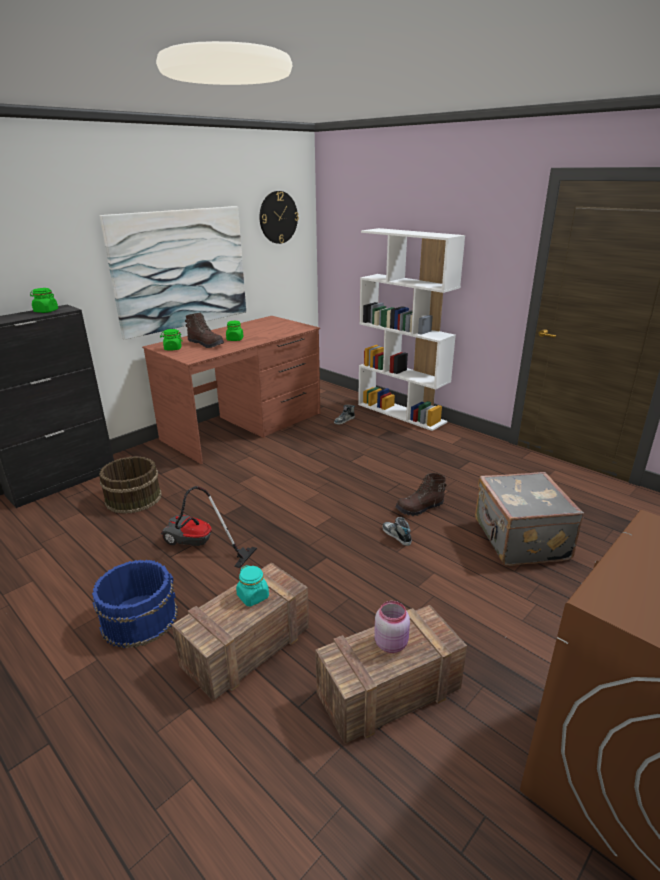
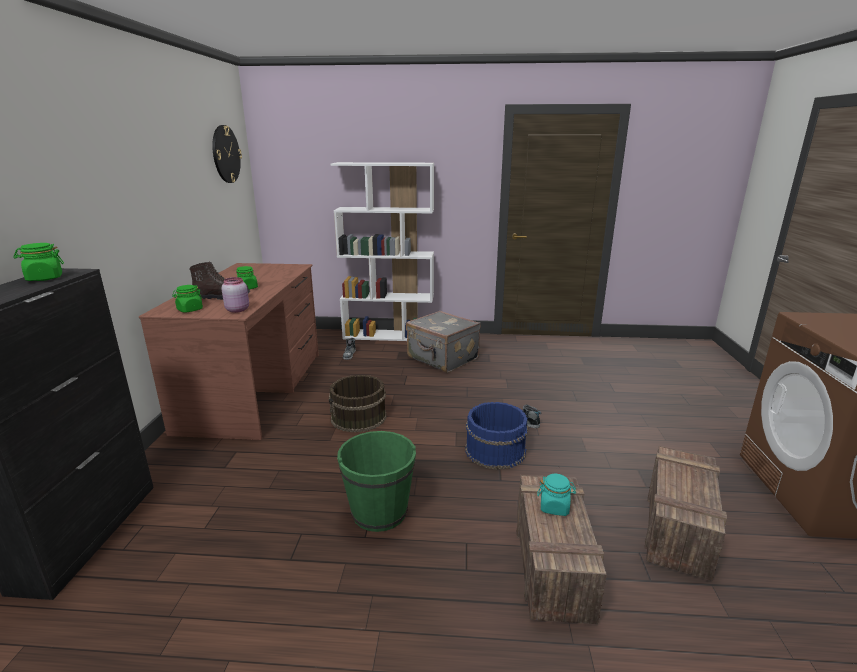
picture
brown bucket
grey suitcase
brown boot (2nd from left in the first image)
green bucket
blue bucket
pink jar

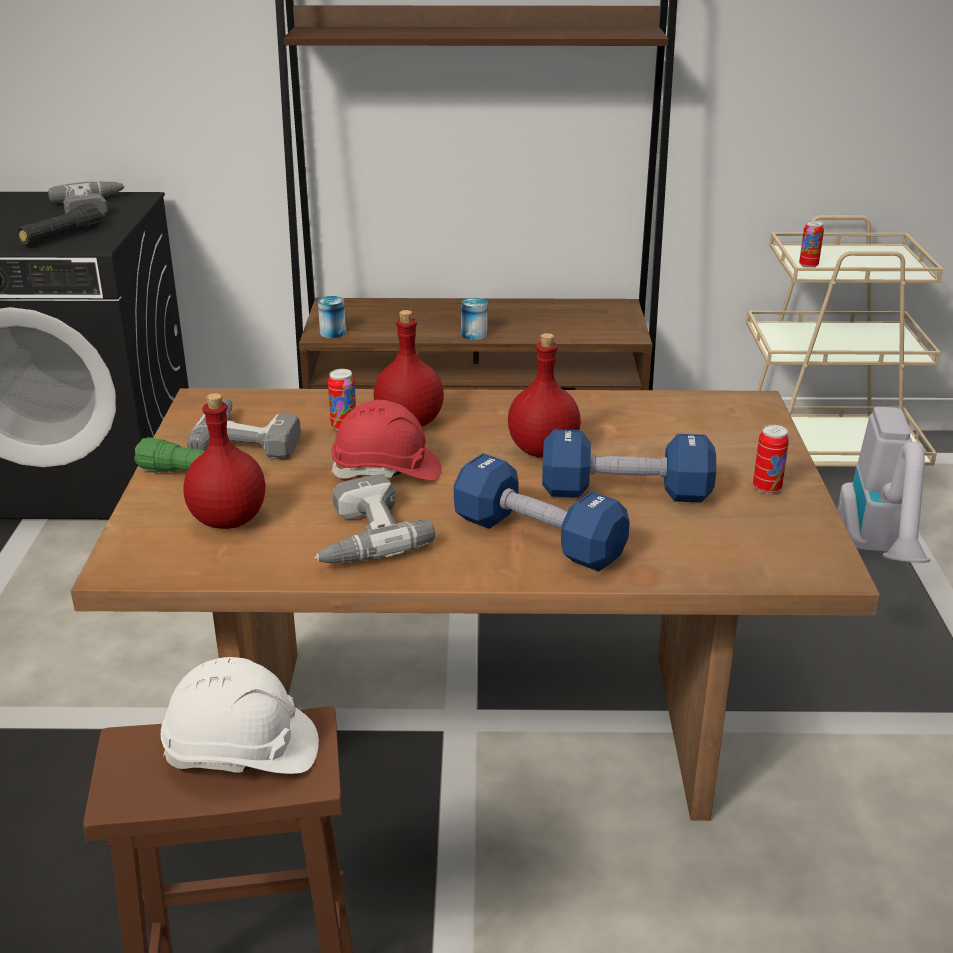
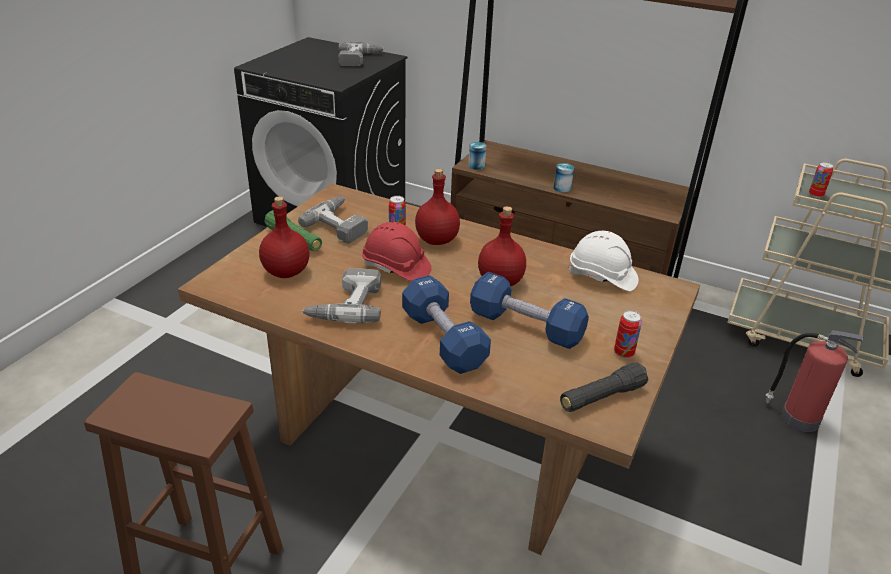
black flashlight
fire extinguisher
white hard hat

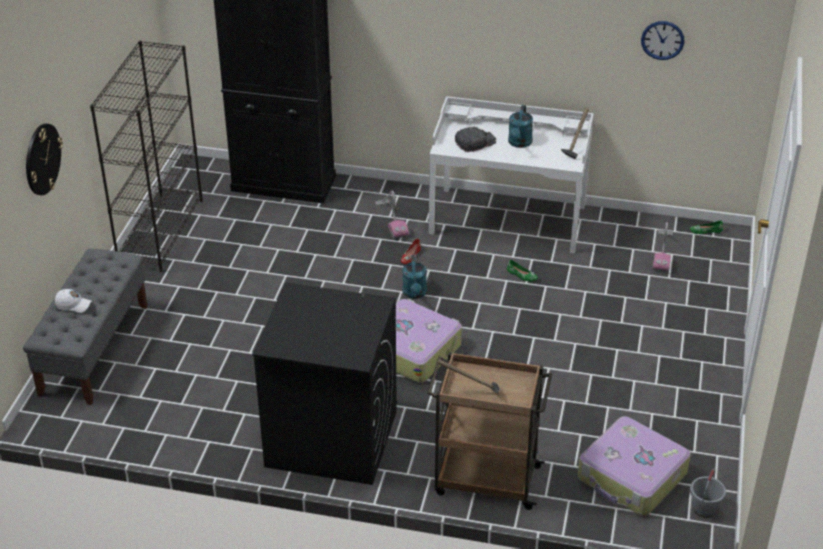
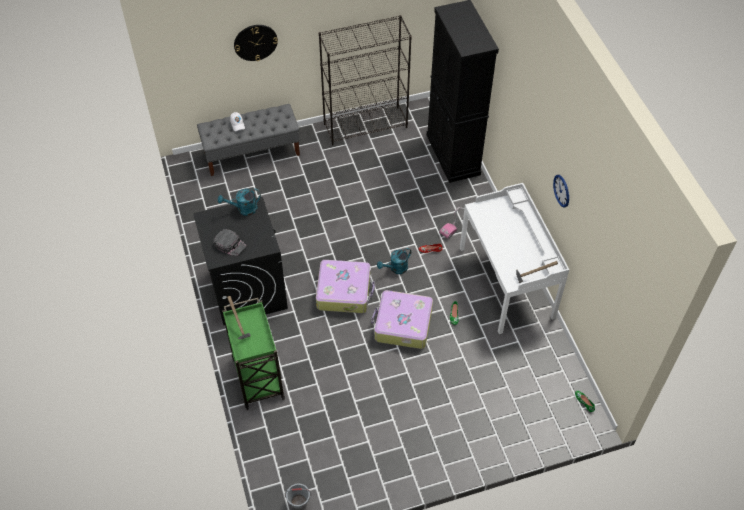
wall clock (2nd from left)
turquoise watering can (1st from left)
black cap
vacuum cleaner (2nd from left in the first image)
green cart
suitcase (2nd from left)

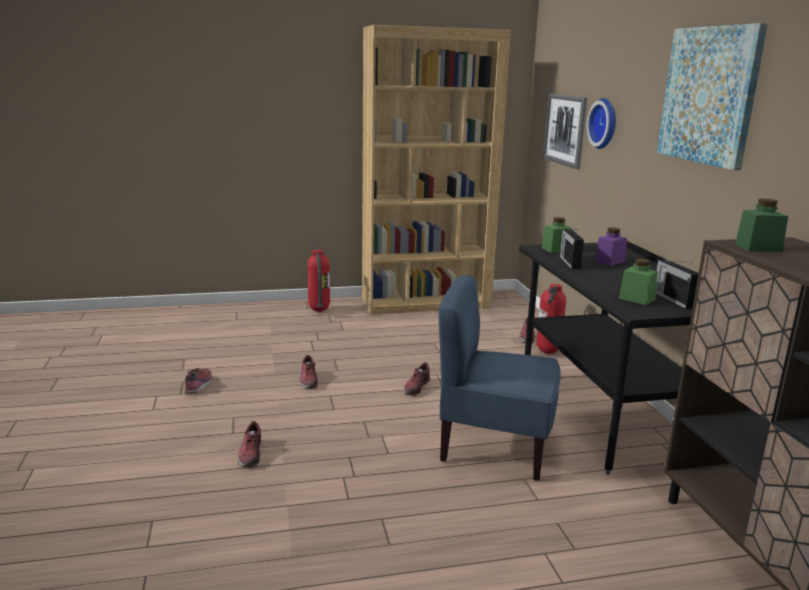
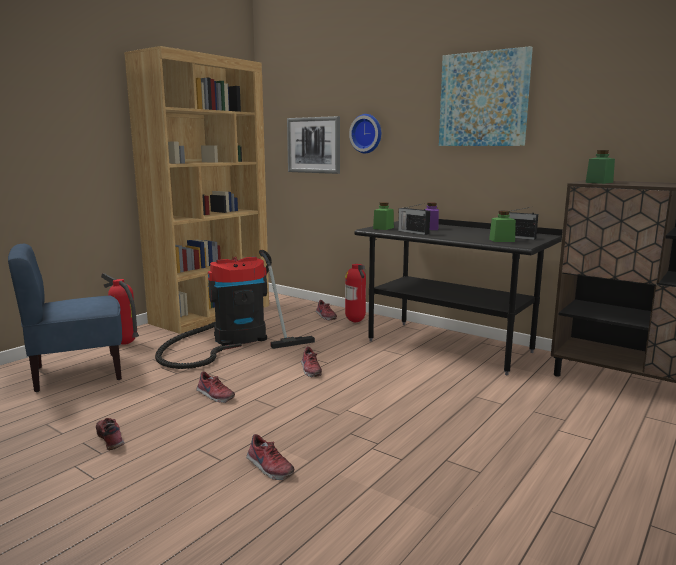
blue chair
vacuum cleaner

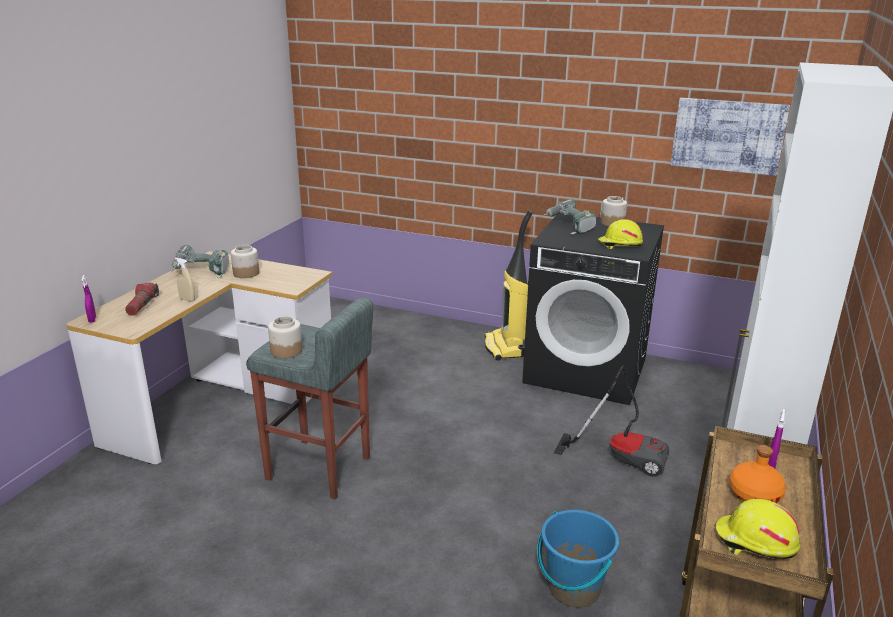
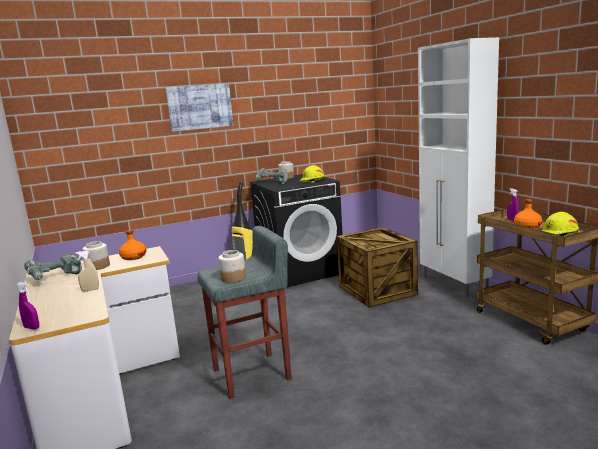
picture
flashlight
crate
blue bucket
orange bottle (1st from left)

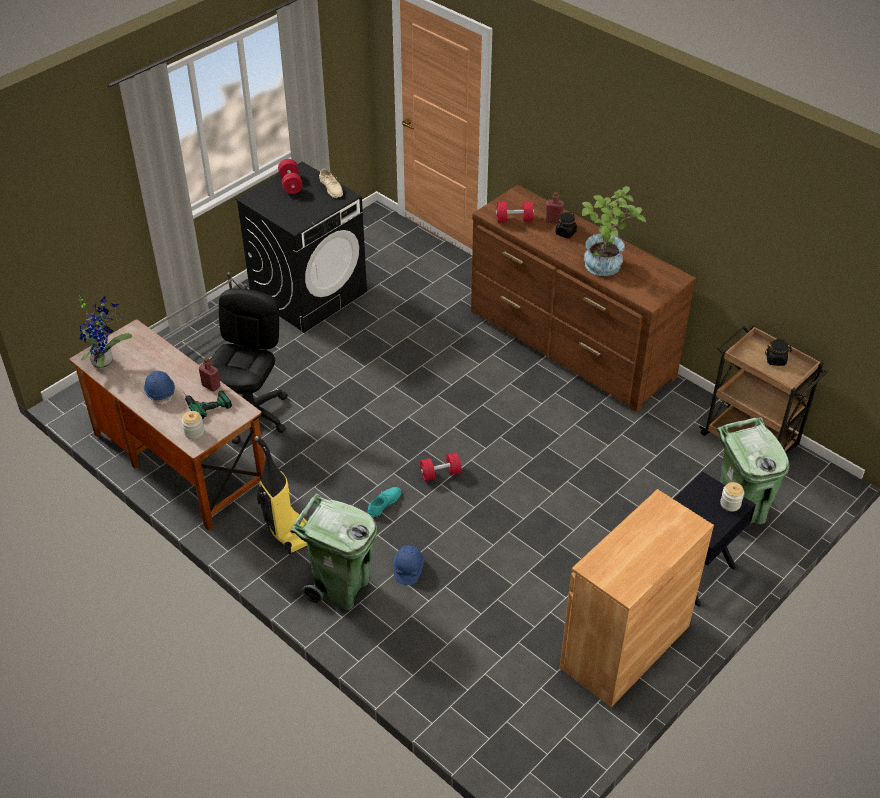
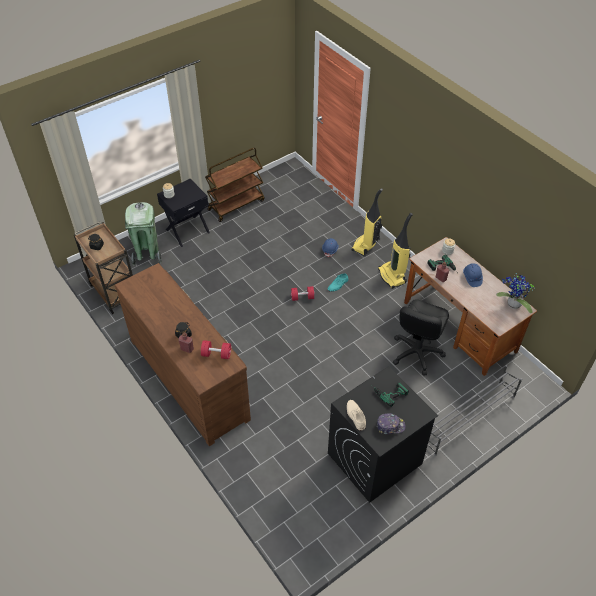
cap
potted plant (2nd from left in the first image)
brown cart (2nd from left)
vacuum cleaner (1st from left)
power drill (1st from left)

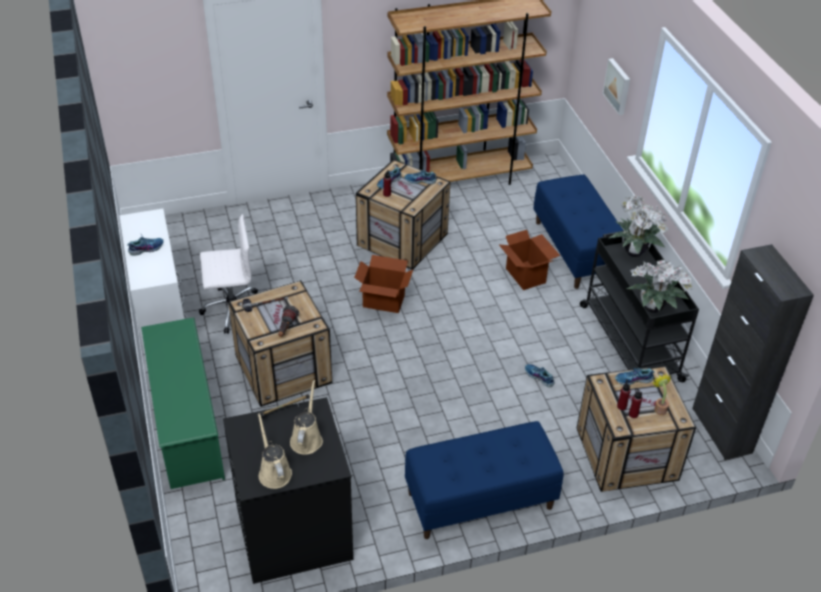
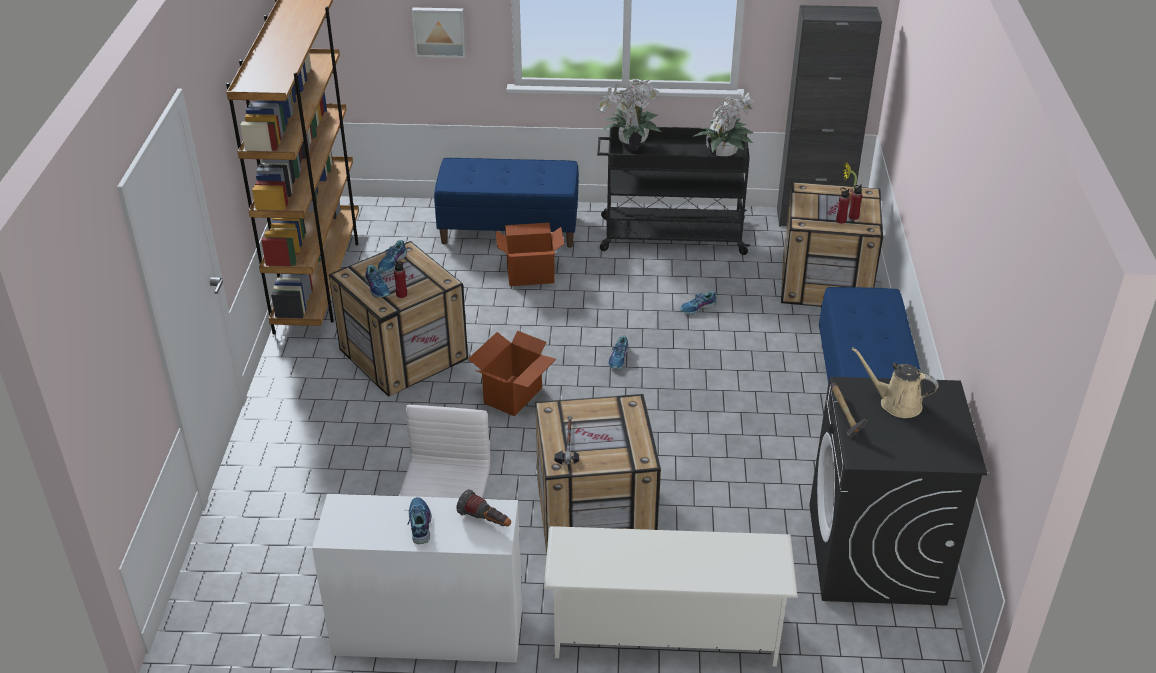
flashlight
white shoe rack
shoe (4th from left)
beige watering can (1st from left in the first image)

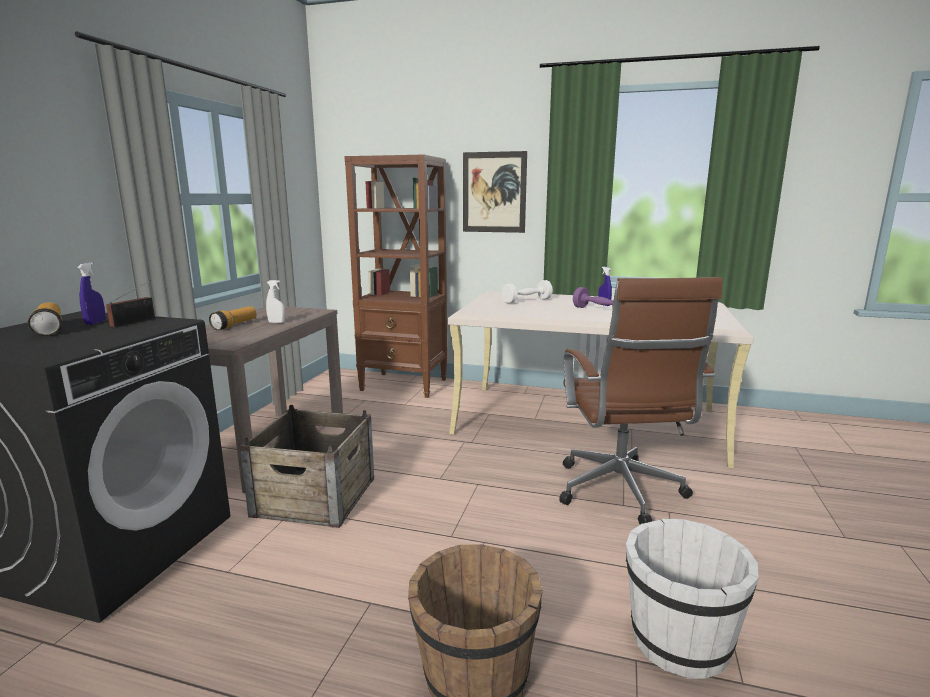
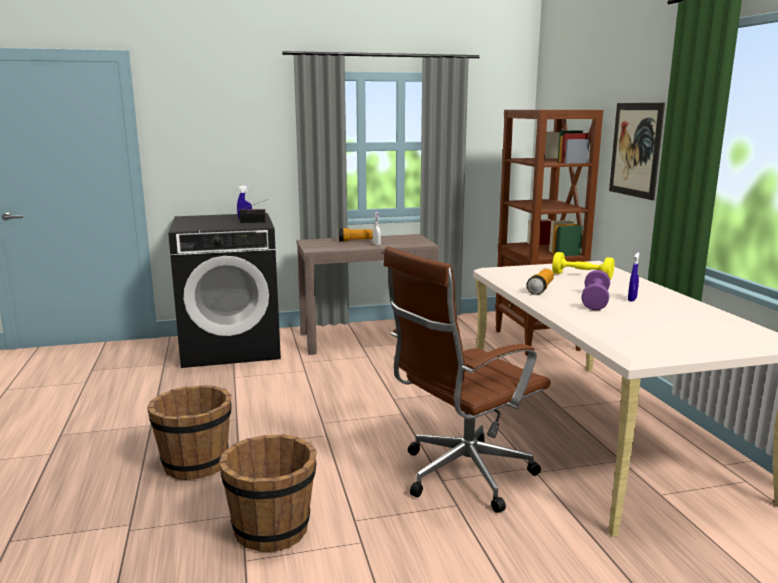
yellow dumbbell
flashlight (2nd from left)
crate
brown bucket (2nd from left)

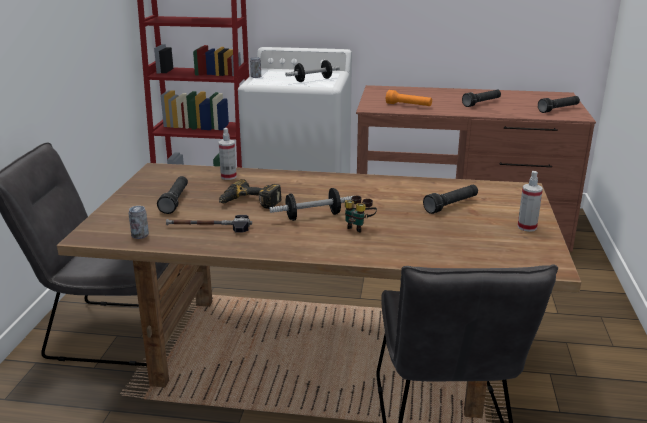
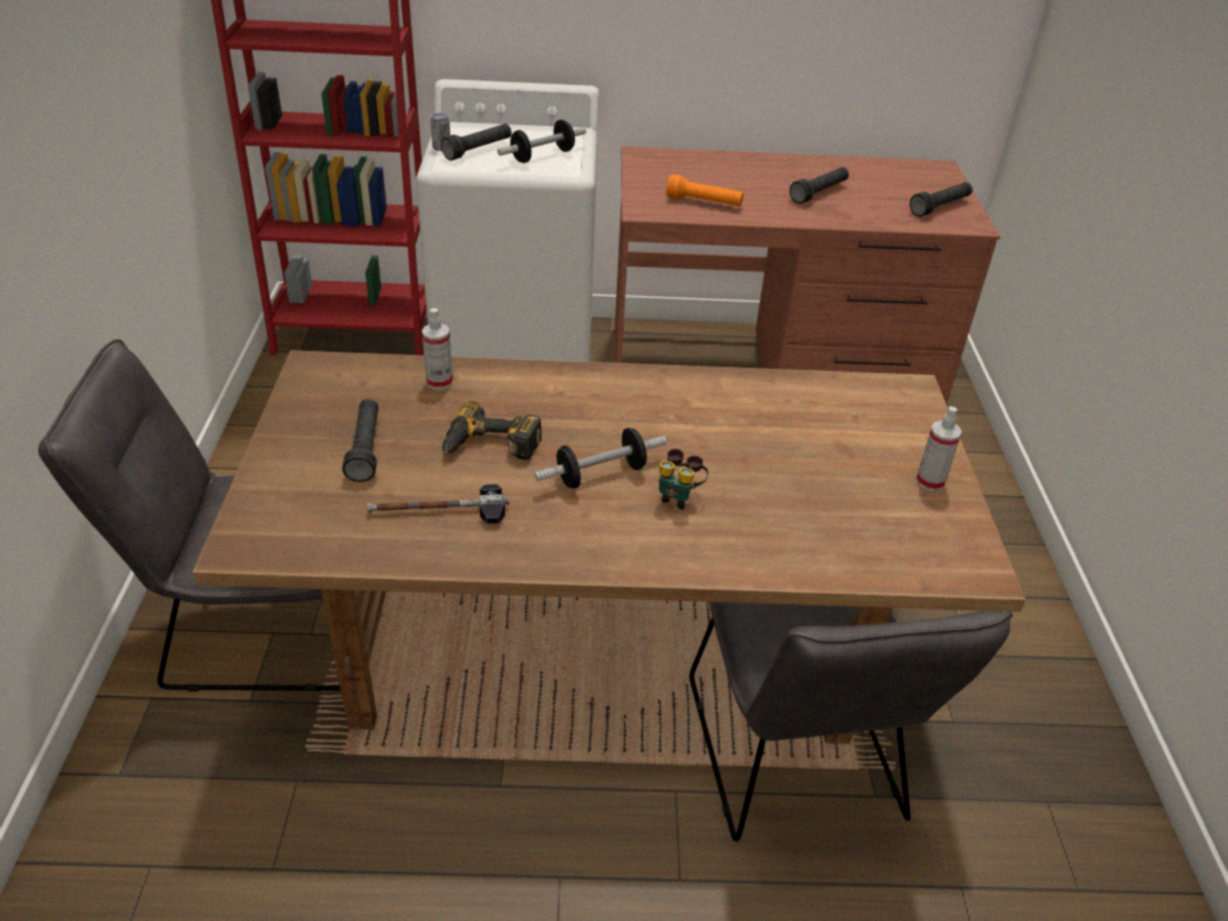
black flashlight (2nd from left)
can (1st from left in the first image)

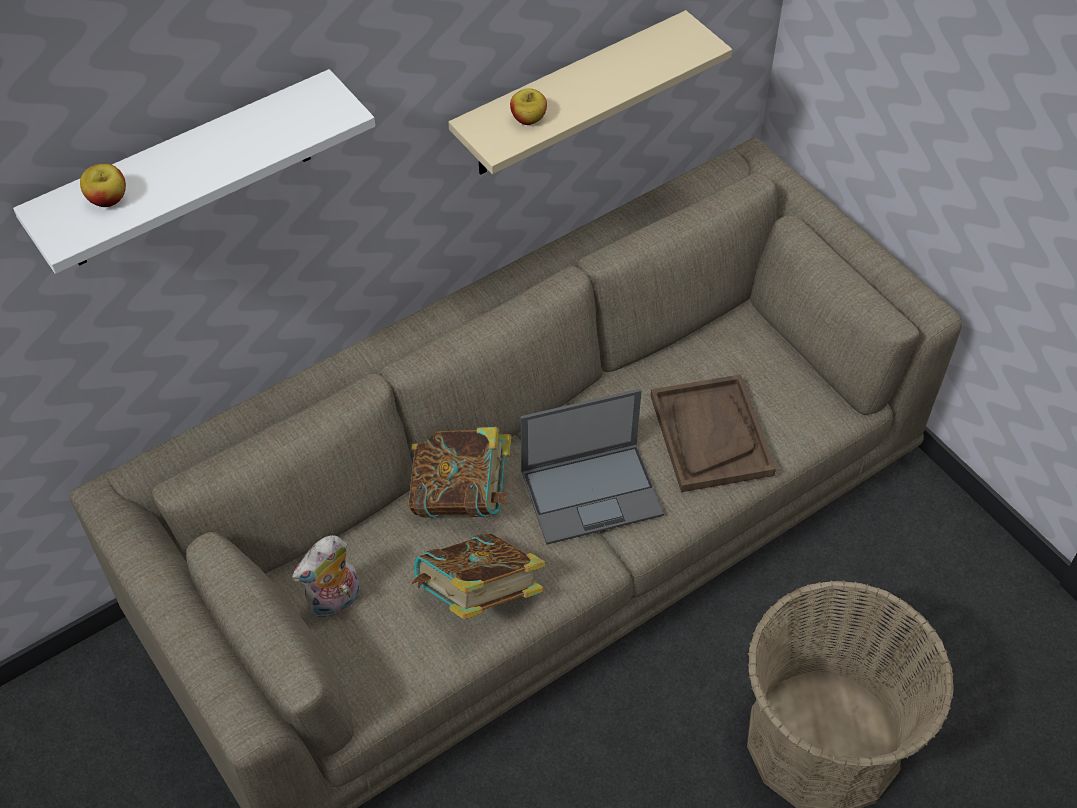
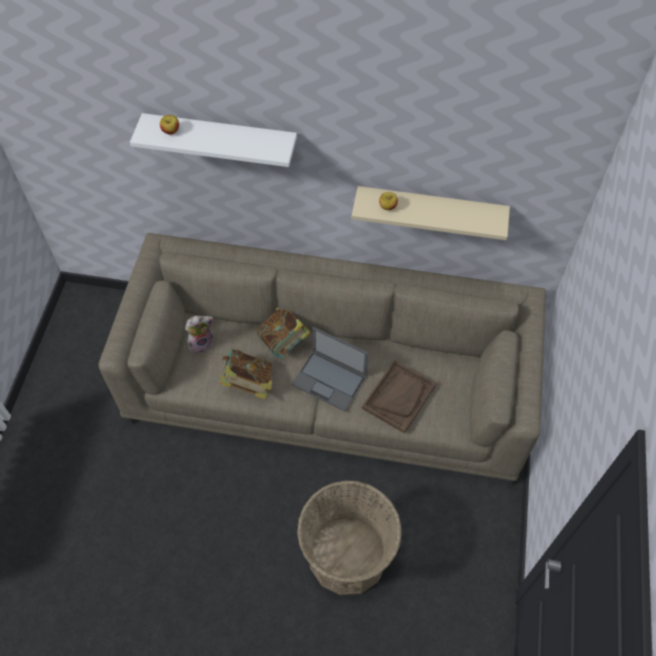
plush toy

